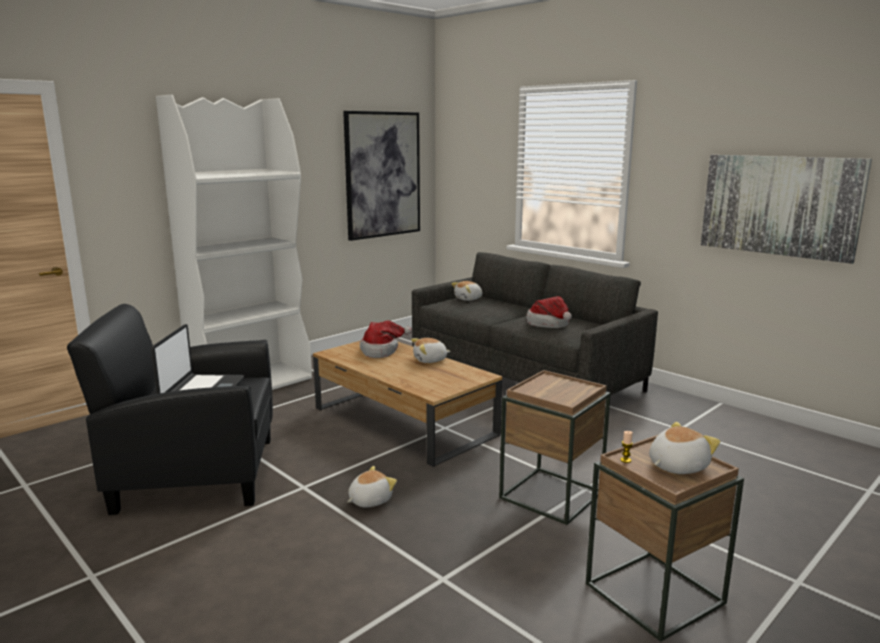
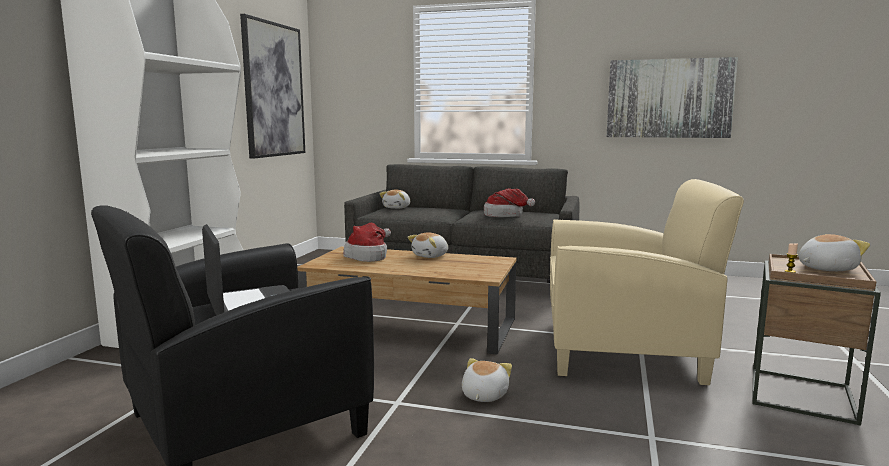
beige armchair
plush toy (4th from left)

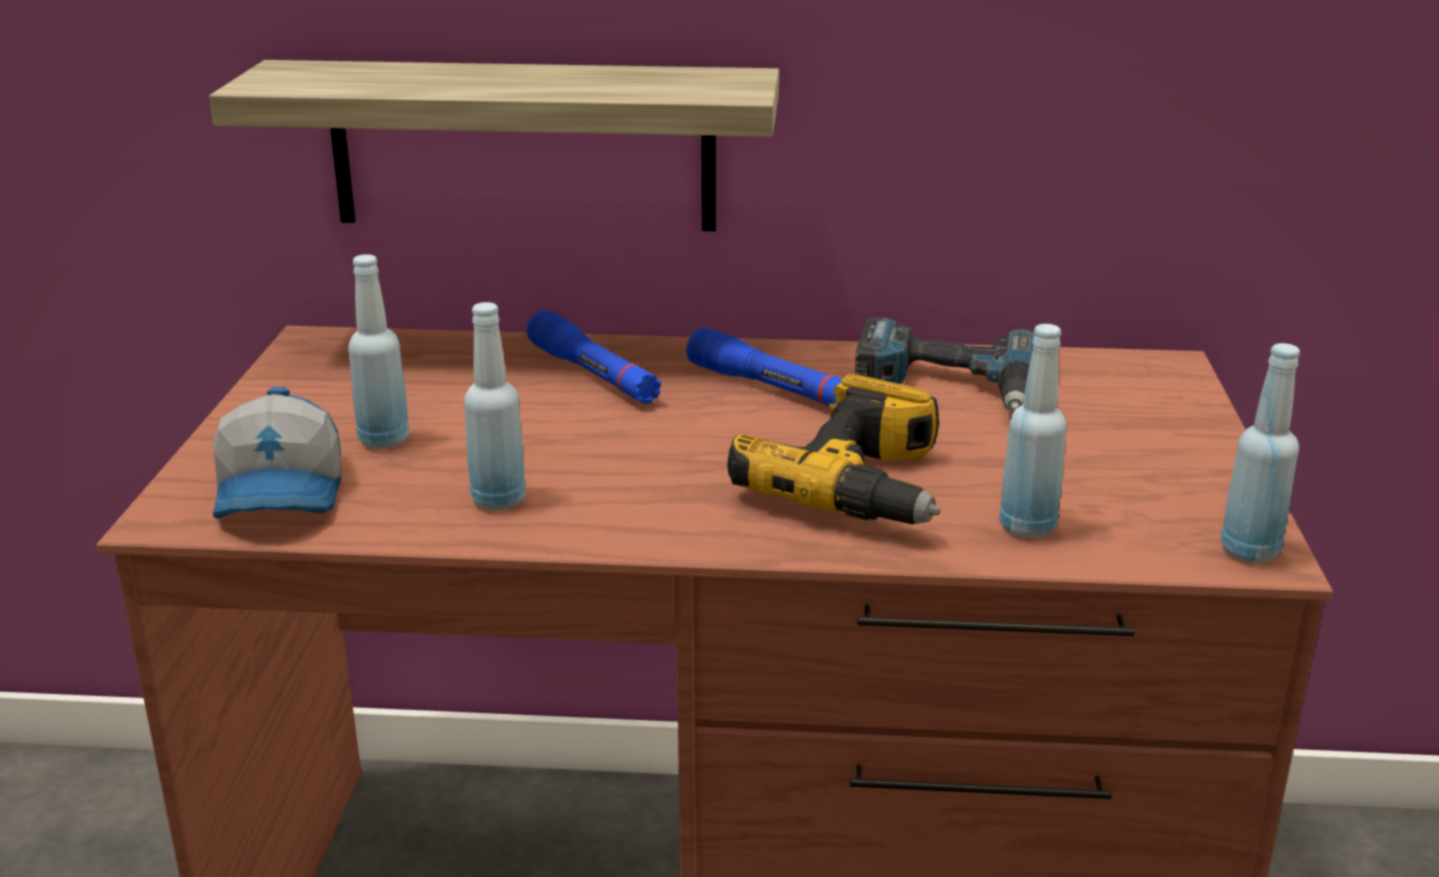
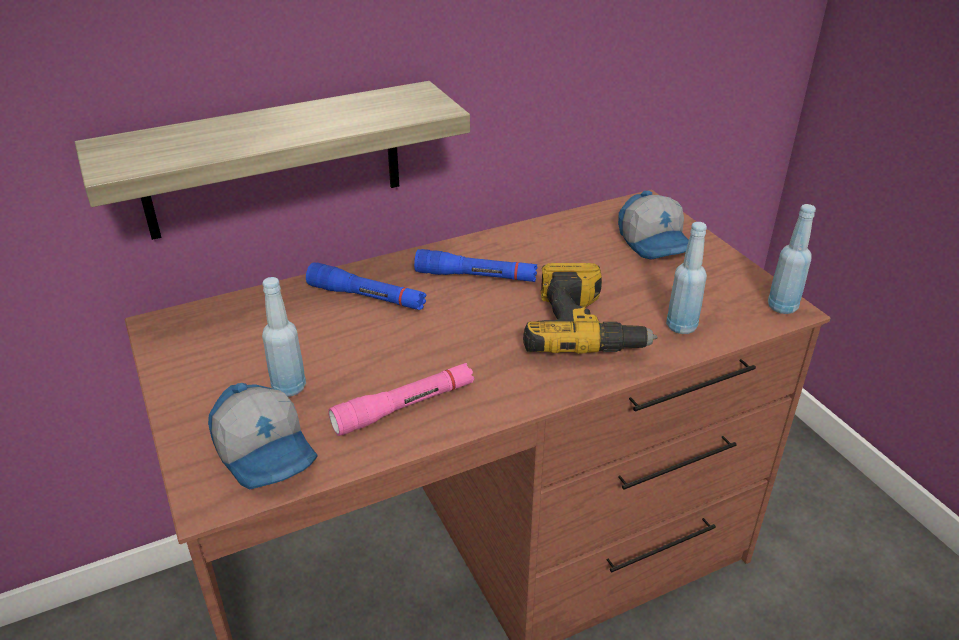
pink flashlight
power drill (2nd from left in the first image)
cap (2nd from left)

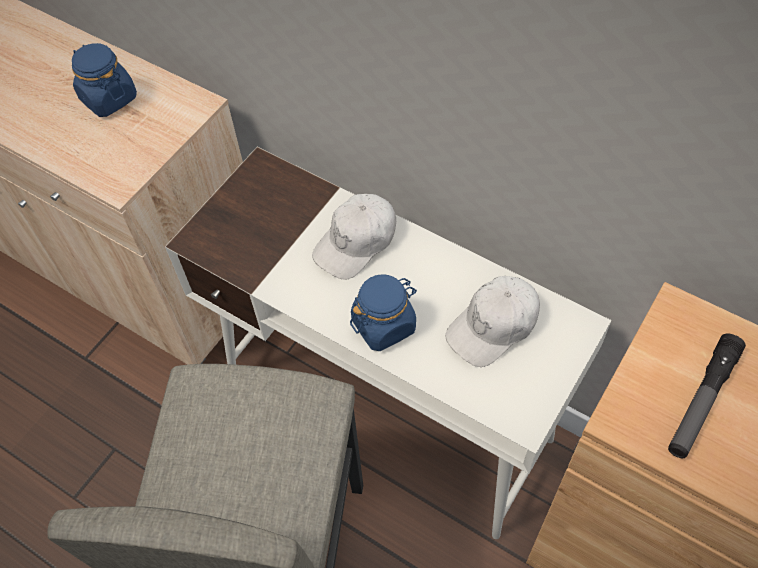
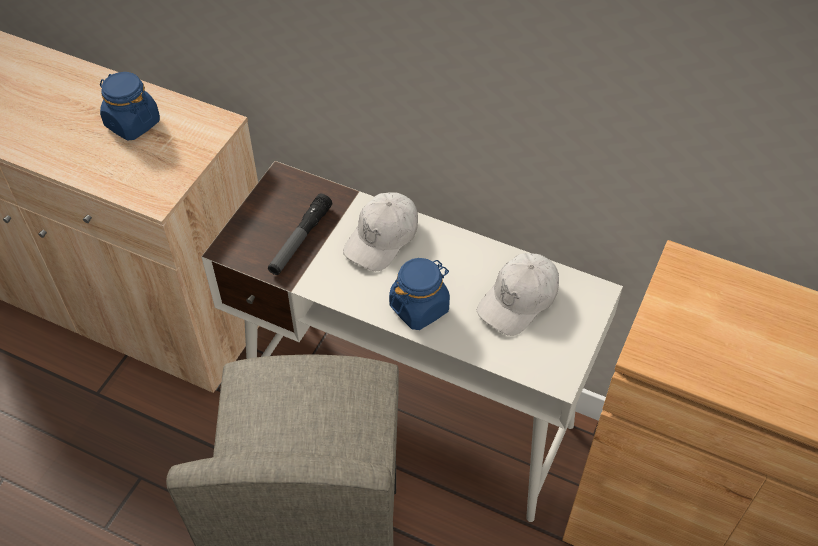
flashlight

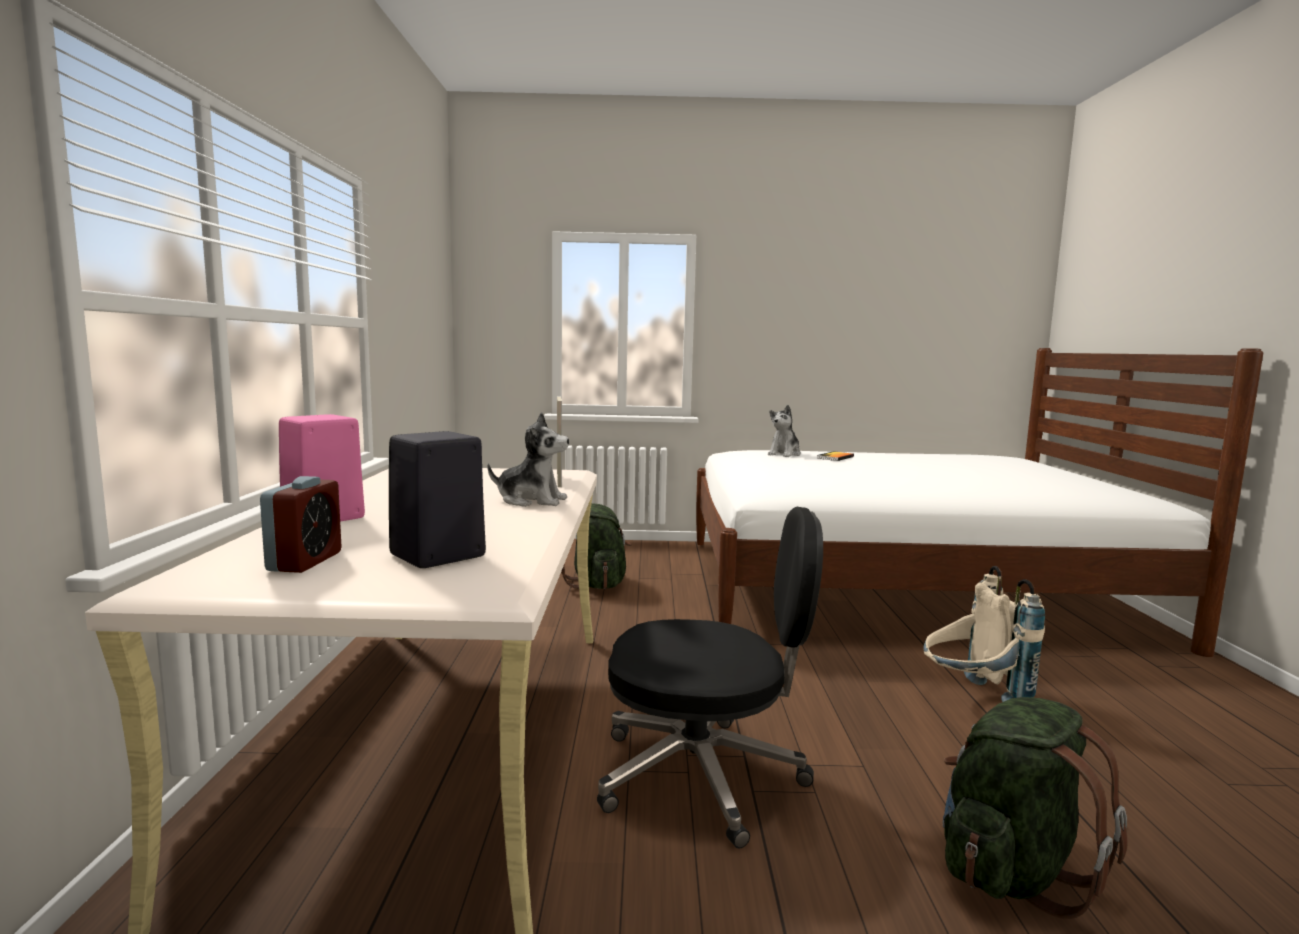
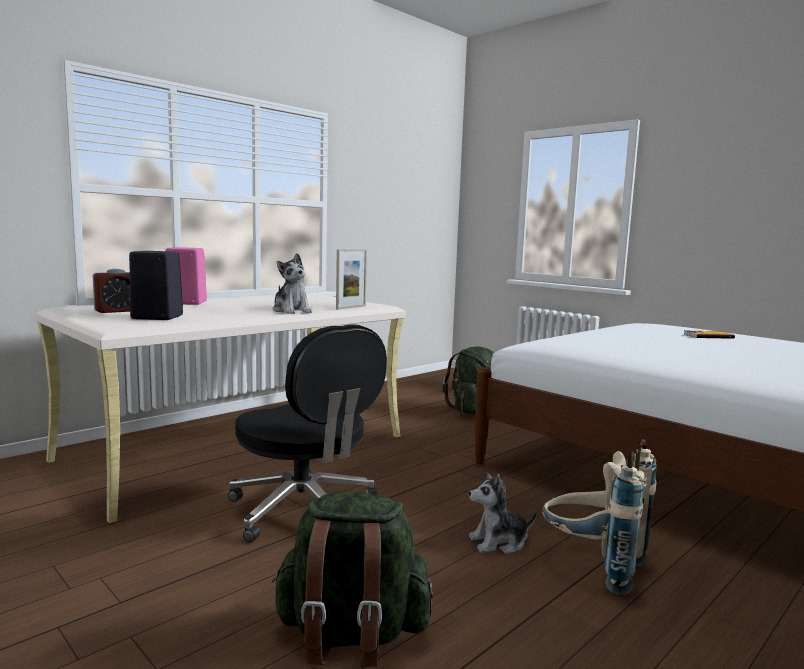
plush toy (2nd from left)

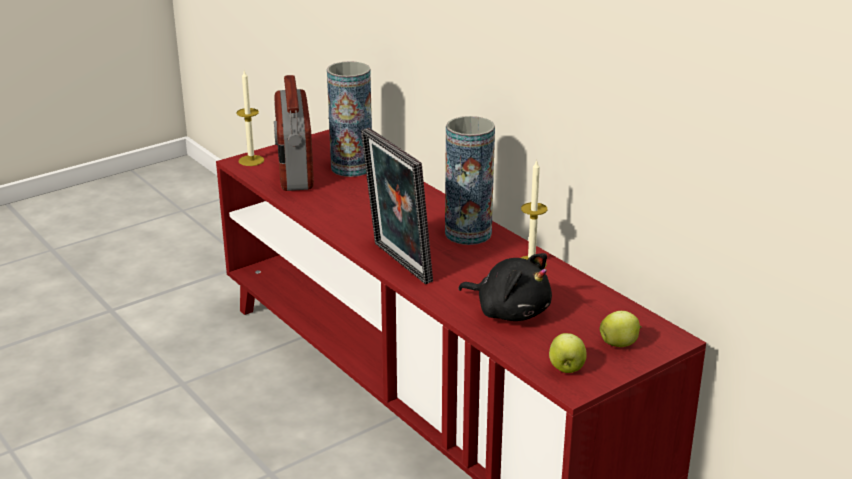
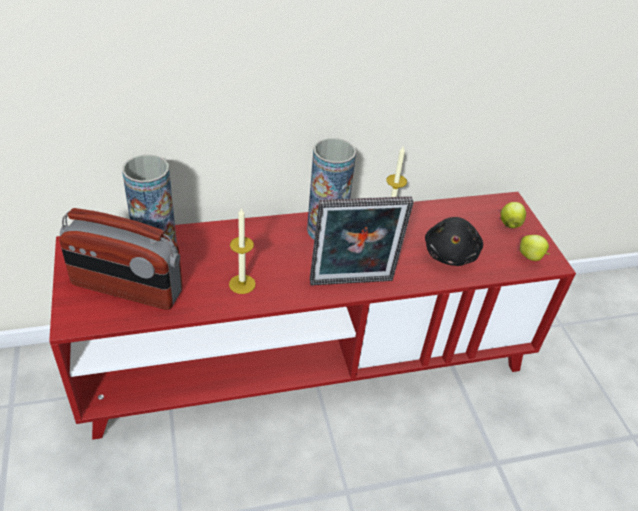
candle (1st from left)
black plush toy

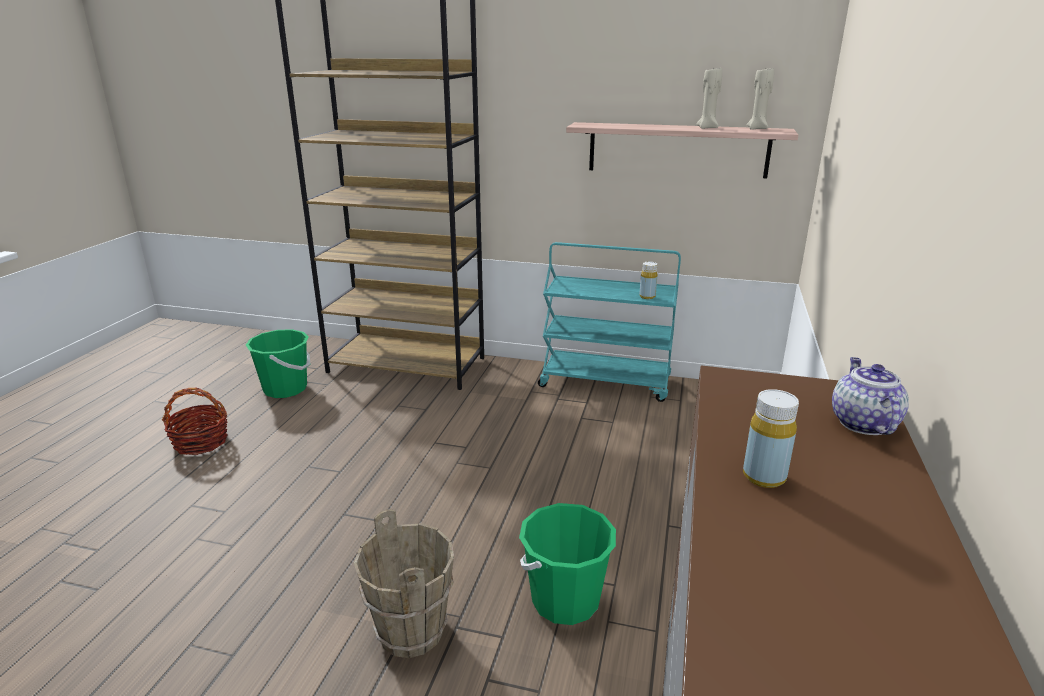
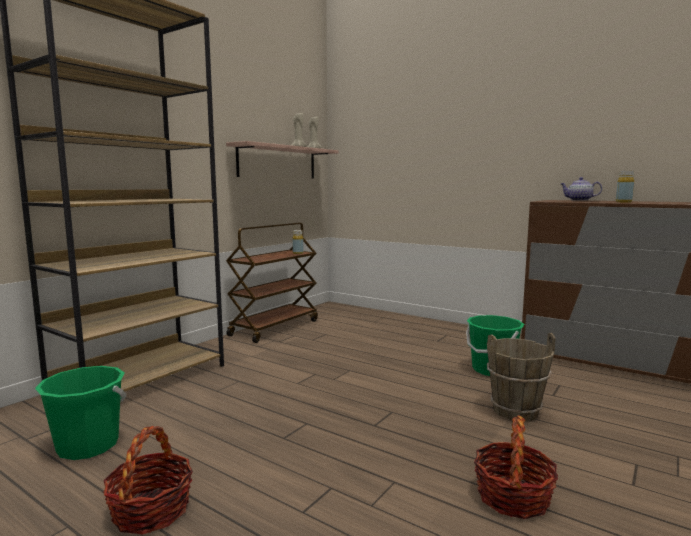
brown cart
basket (2nd from left)

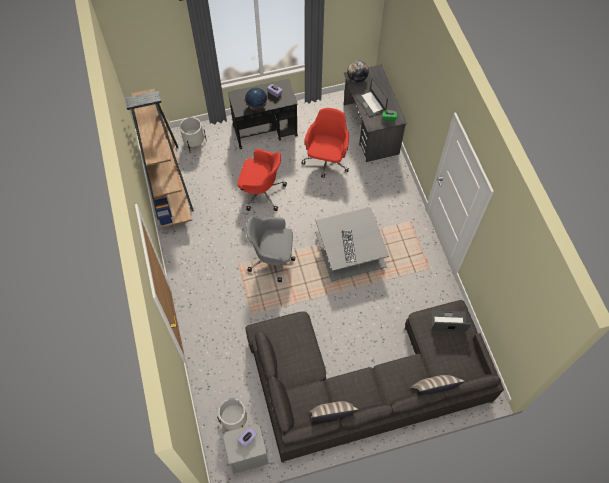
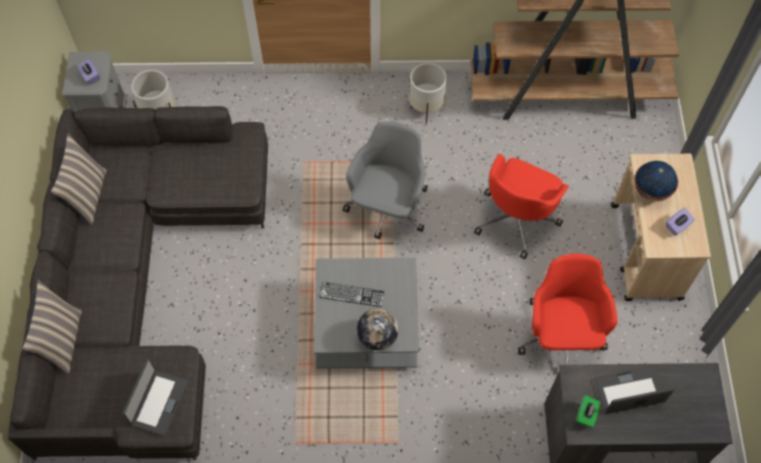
globe (1st from left)
beige cart
red office chair (2nd from left)
white planter (2nd from left)

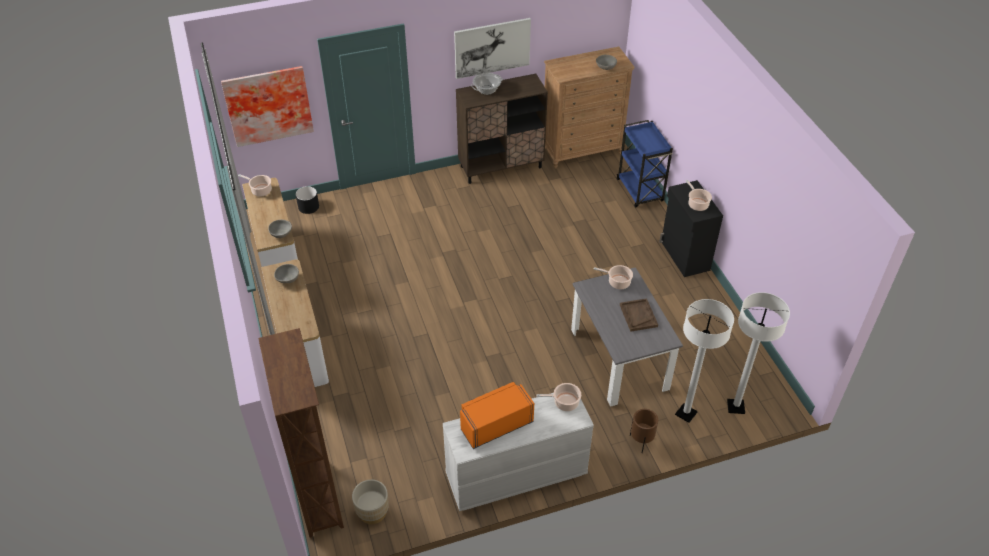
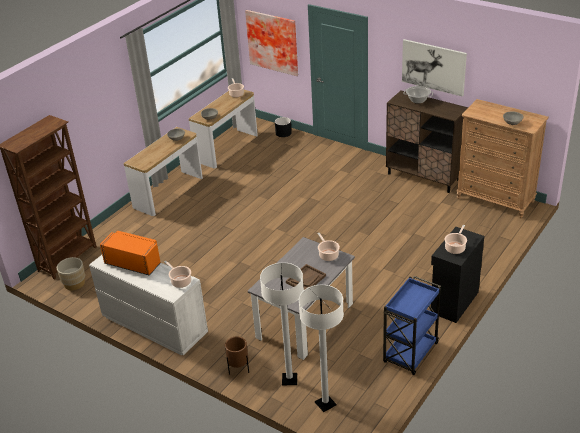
blue cart

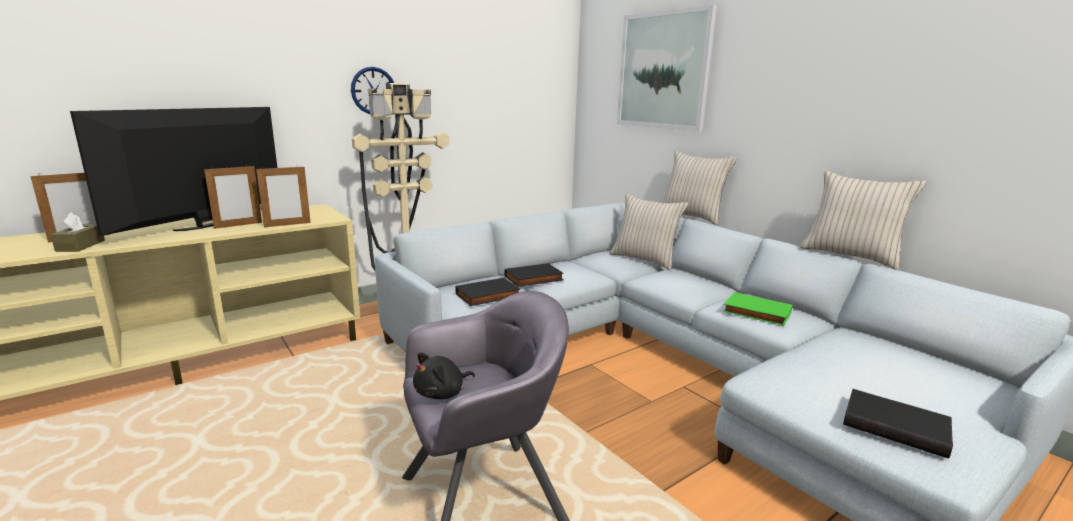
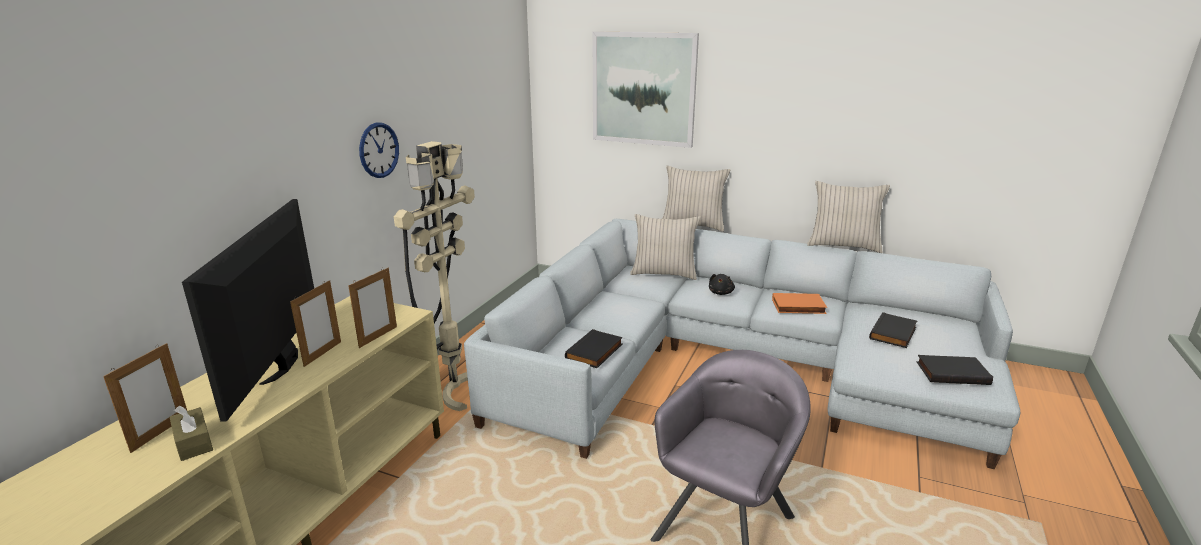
black book (2nd from left)
orange book
black plush toy

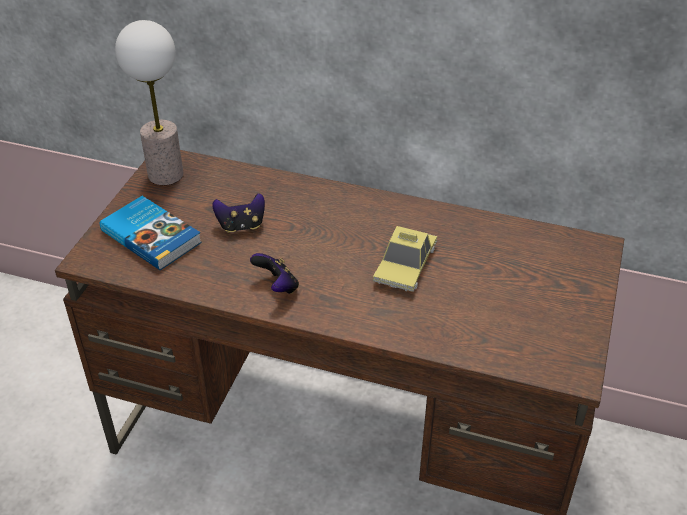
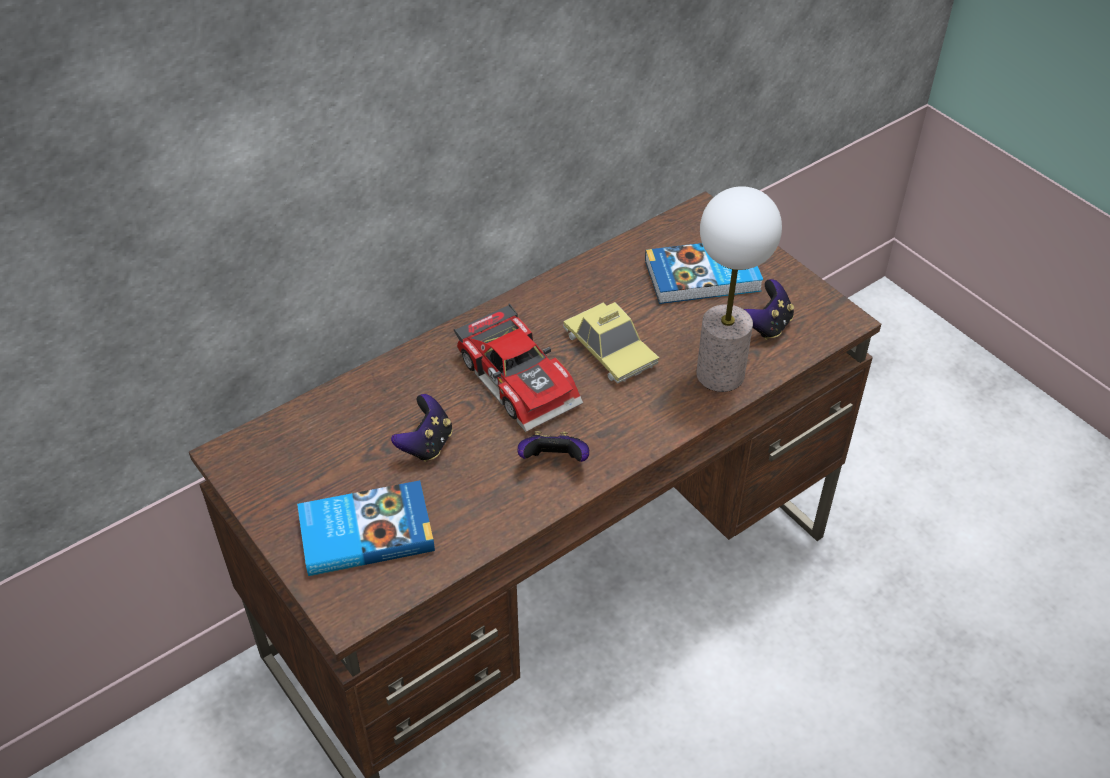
table lamp
book (2nd from left)
game controller (3rd from left)
toy car (1st from left)

